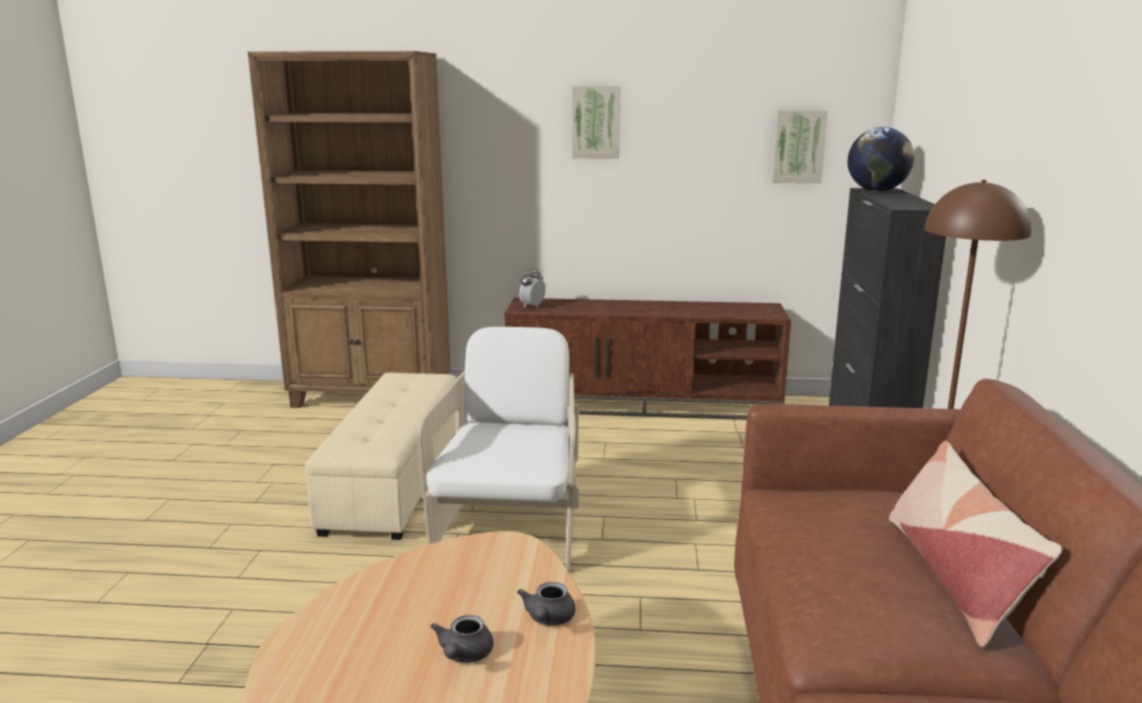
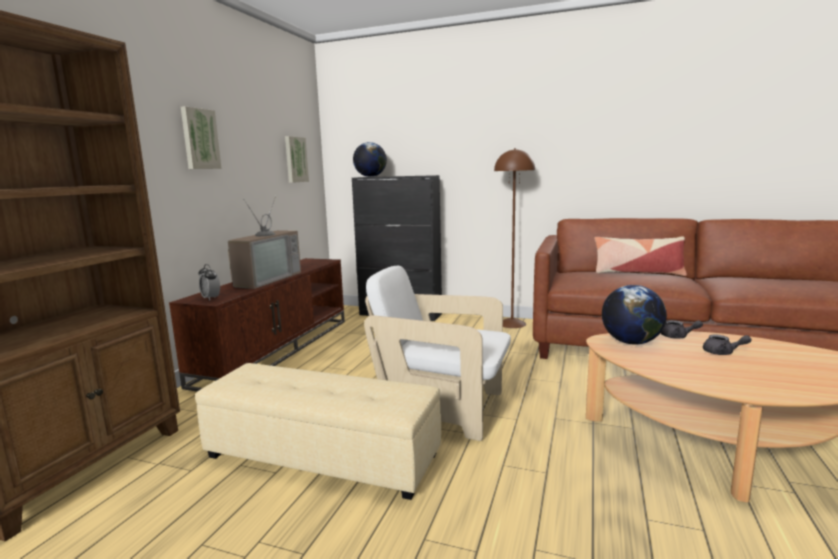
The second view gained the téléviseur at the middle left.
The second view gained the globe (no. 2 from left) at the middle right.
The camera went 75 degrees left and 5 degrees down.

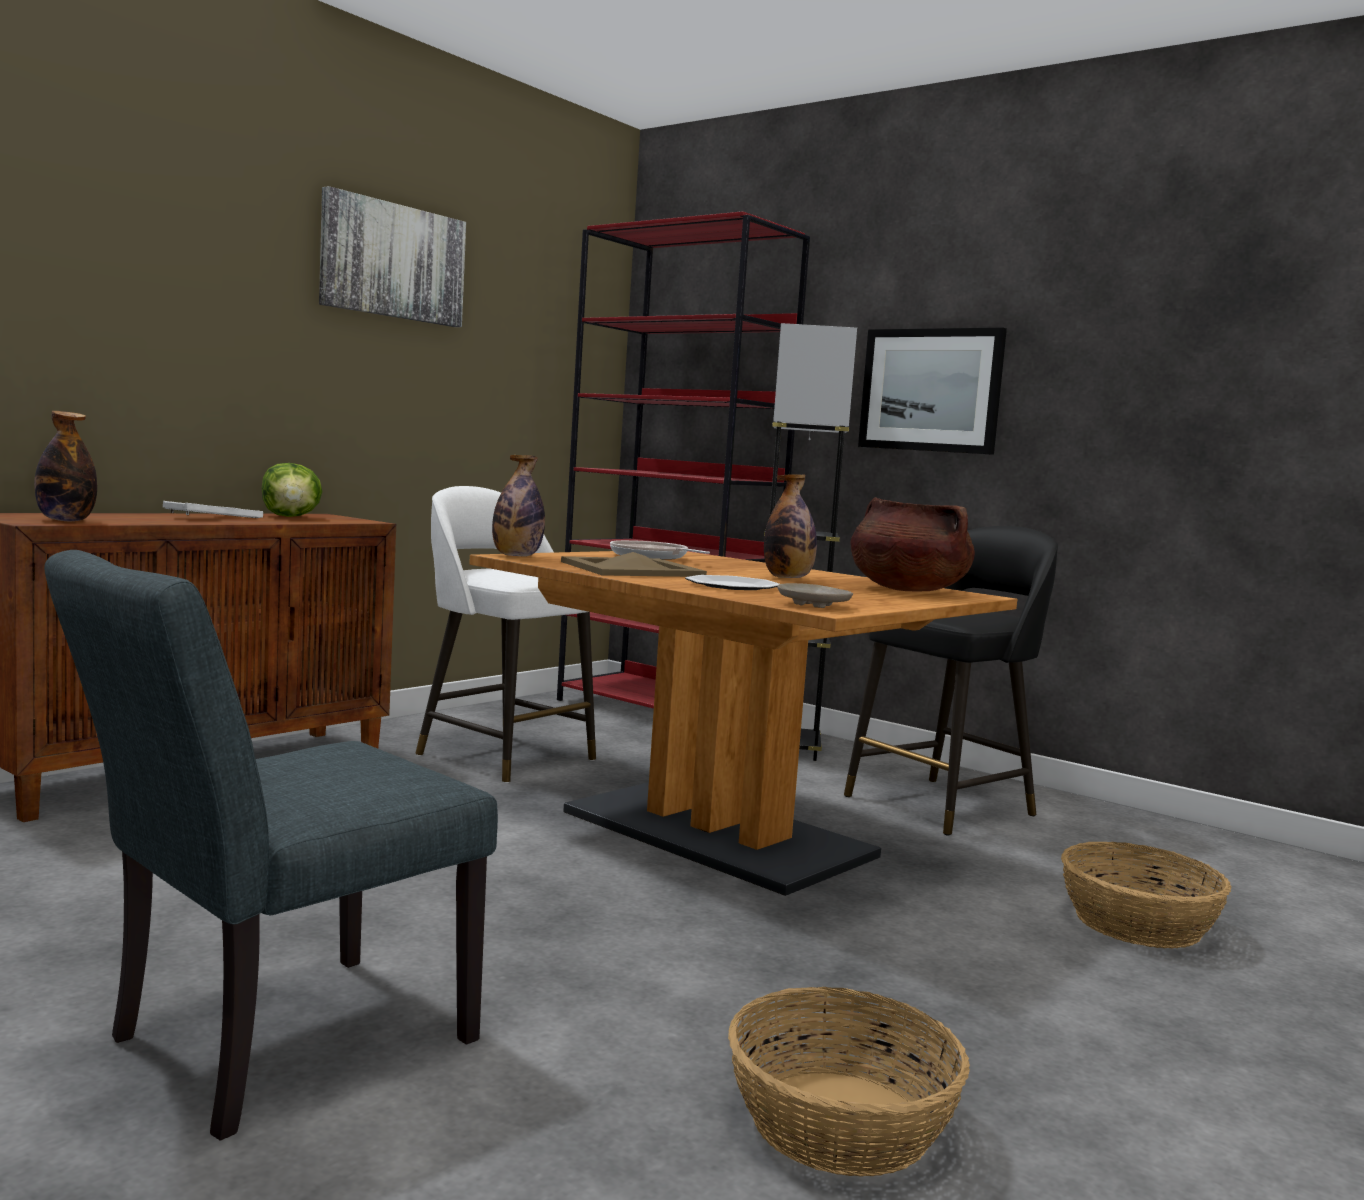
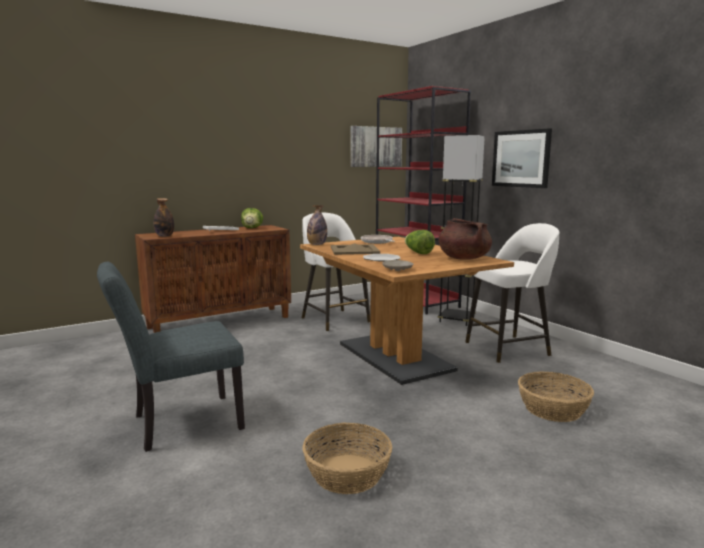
The tableau (no. 1 from left) ended up elsewhere, having gone from the top left to the top centre.
Where the bouteille (no. 3 from left) stood at the centre, the laitue (no. 2 from left) came to stand at the centre.
What was the tabouret/noir at the middle right turned into the tabouret/blanc (no. 2 from left) at the middle right.
The camera went 20 degrees right and 5 degrees up.

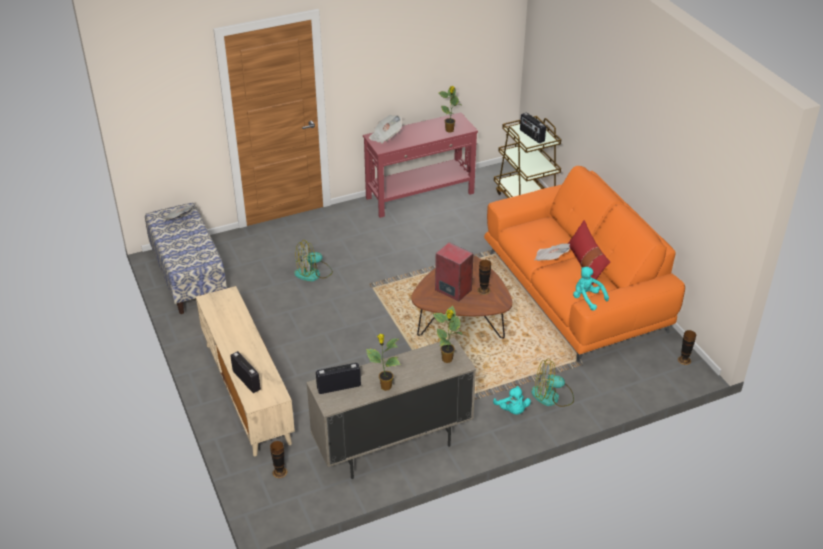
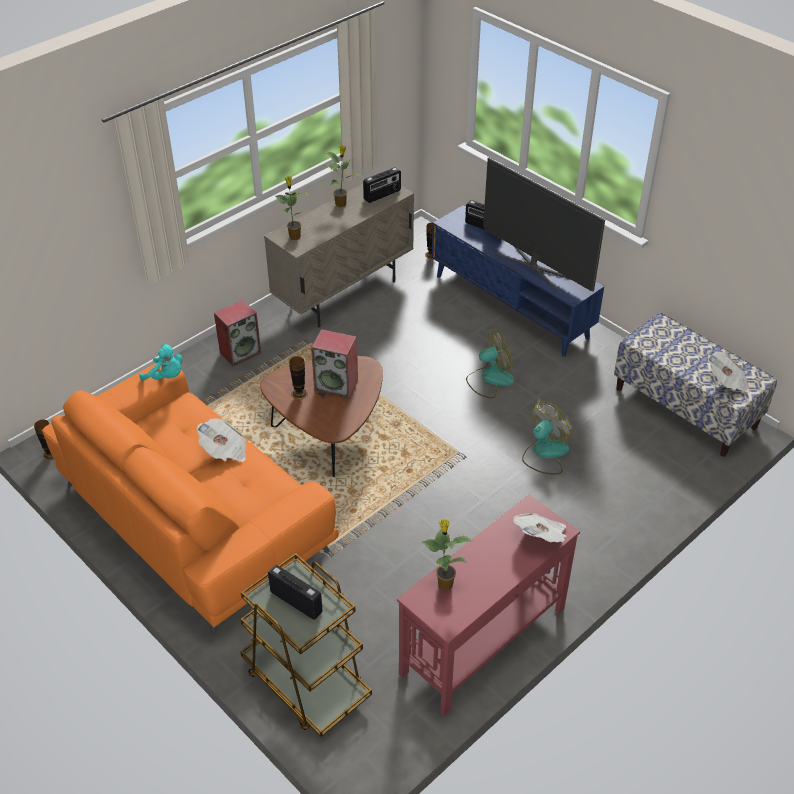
The second view lost the coussin/rouge at the middle right.
What was the meuble télé/beige at the bottom left turned into the meuble télé/bleu at the centre.
The ventilateur (no. 2 from left in the first image) ended up elsewhere, having gone from the bottom right to the centre.
Where the peluche/turquoise (no. 1 from left) stood at the bottom centre, the enceinte (no. 1 from left) came to stand at the middle left.
The second view gained the téléviseur at the top right.
The camera went 160 degrees right and 5 degrees up.

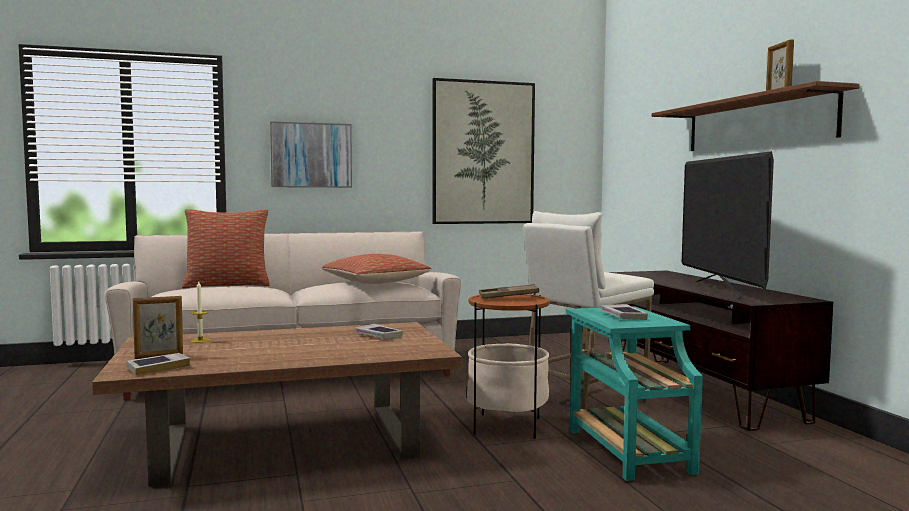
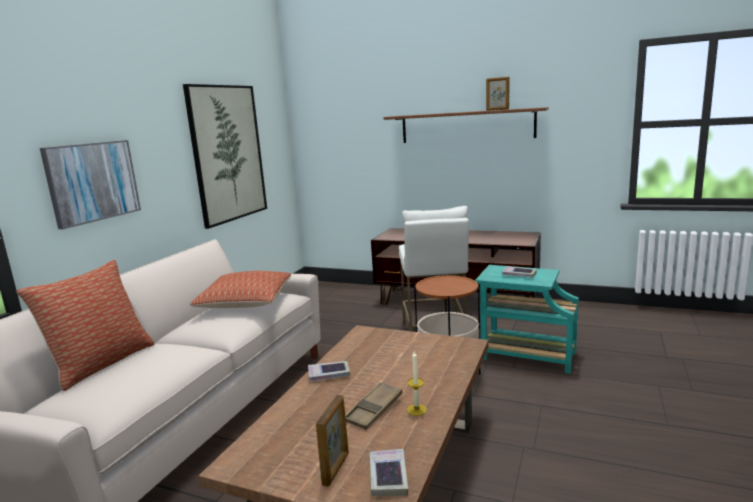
The second view lost the téléviseur at the middle right.
The bougie ended up elsewhere, having gone from the middle left to the bottom centre.
The plateau/marron ended up elsewhere, having gone from the centre to the bottom centre.
The livre (no. 2 from left in the first image) ended up elsewhere, having gone from the centre to the bottom centre.
The camera went 50 degrees left and 10 degrees up.

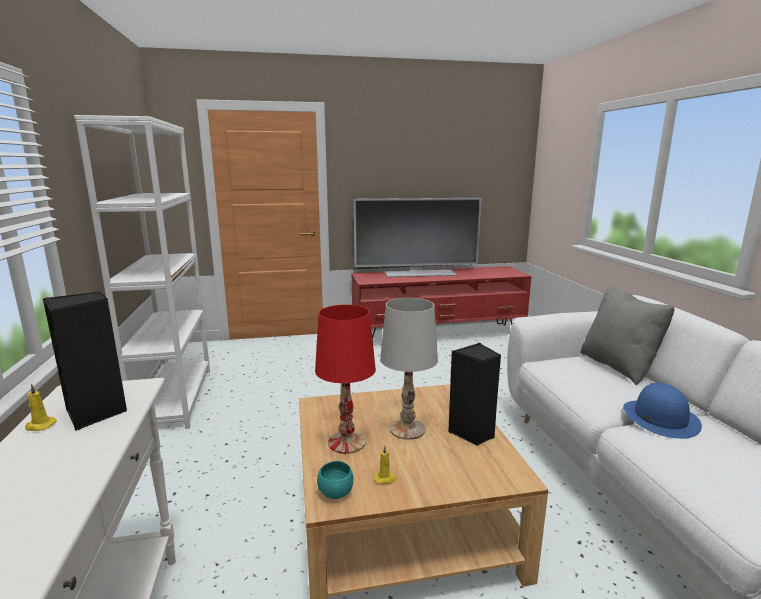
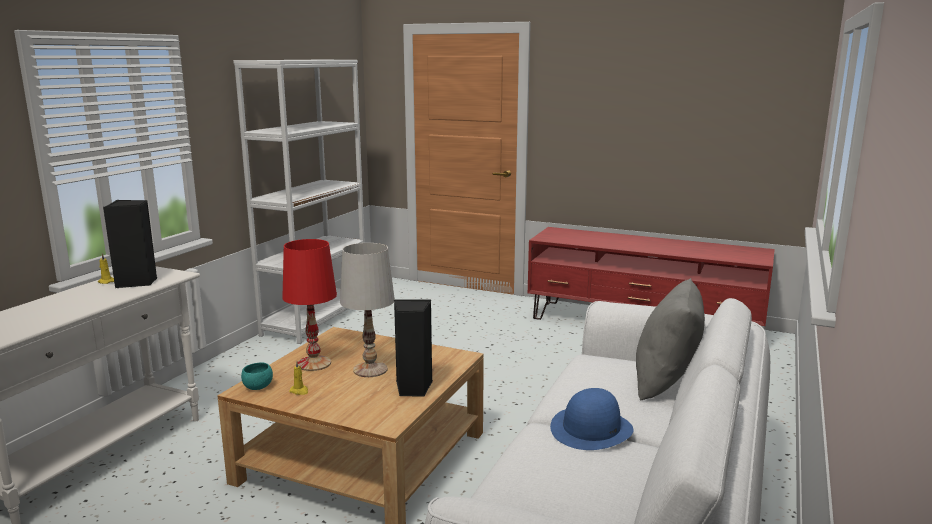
The second view lost the téléviseur at the centre.
The camera went 35 degrees right and 0 degrees up.

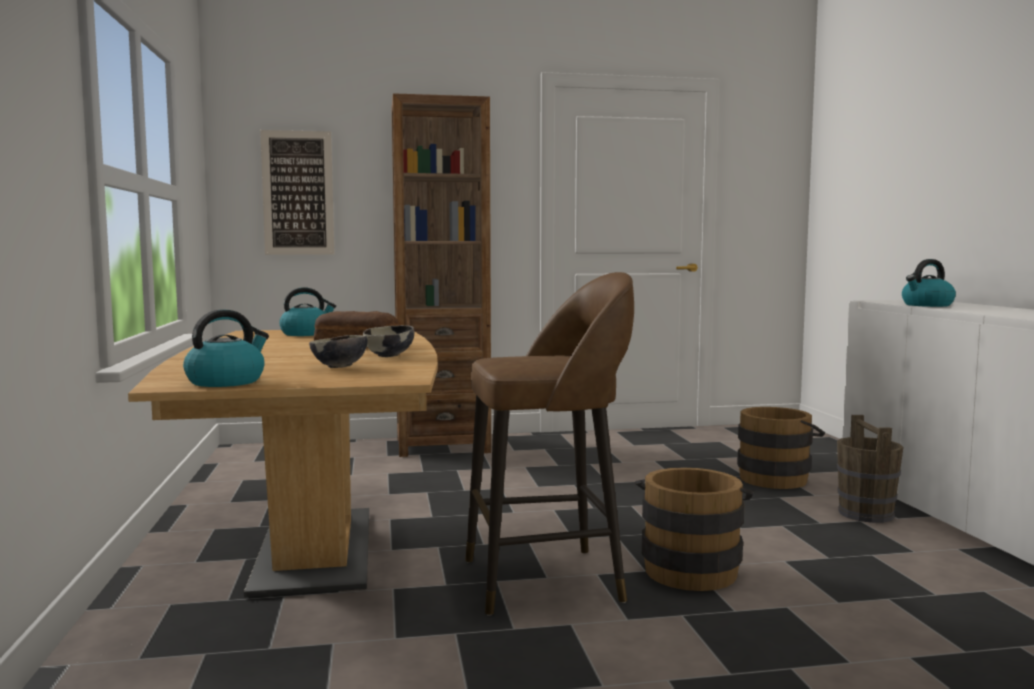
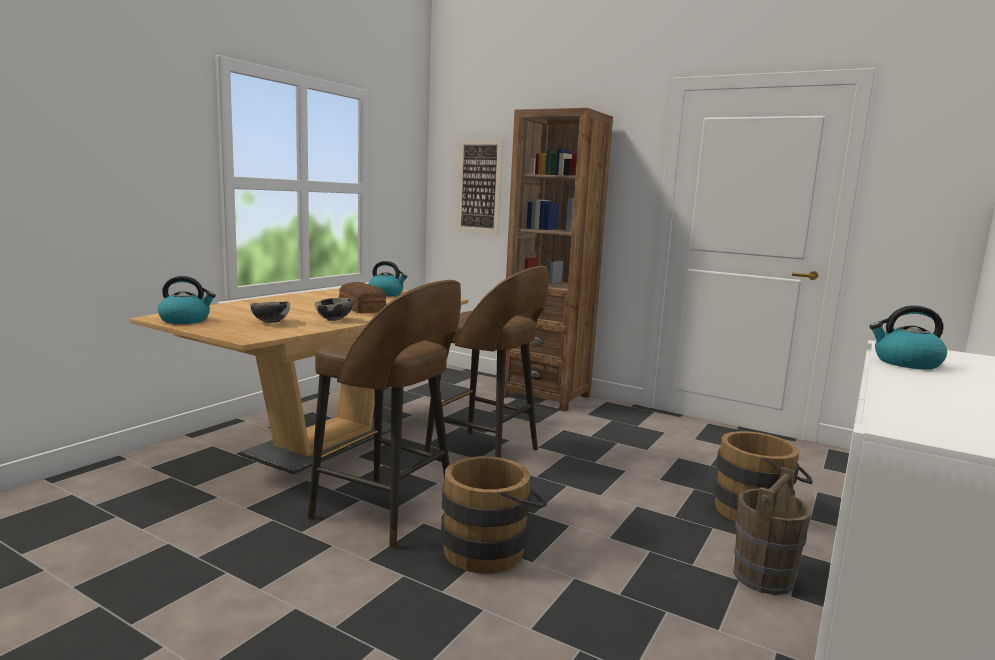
The second view gained the tabouret/marron (no. 2 from left) at the centre.
The camera went 40 degrees right and 5 degrees up.

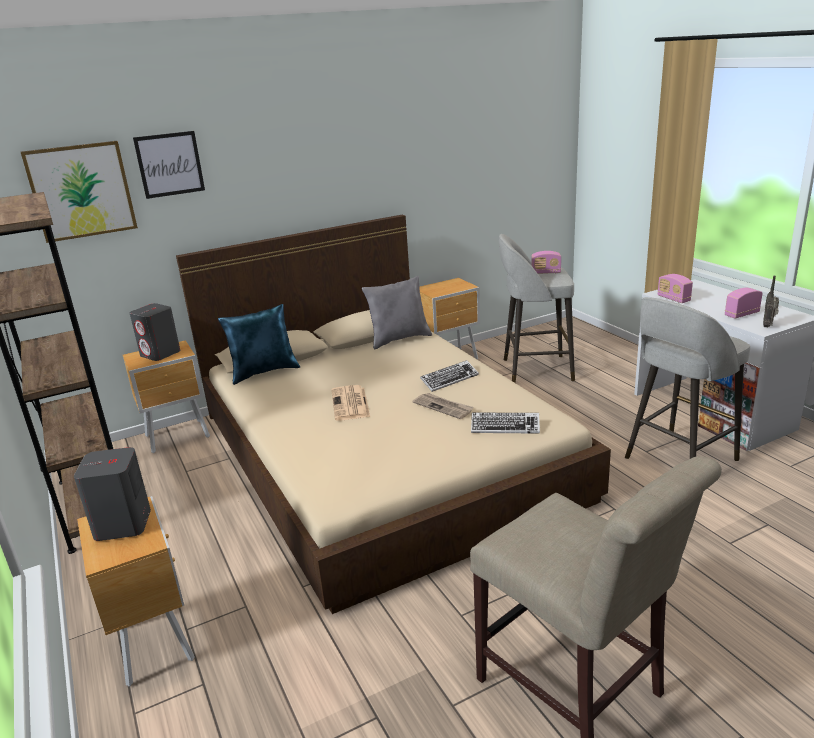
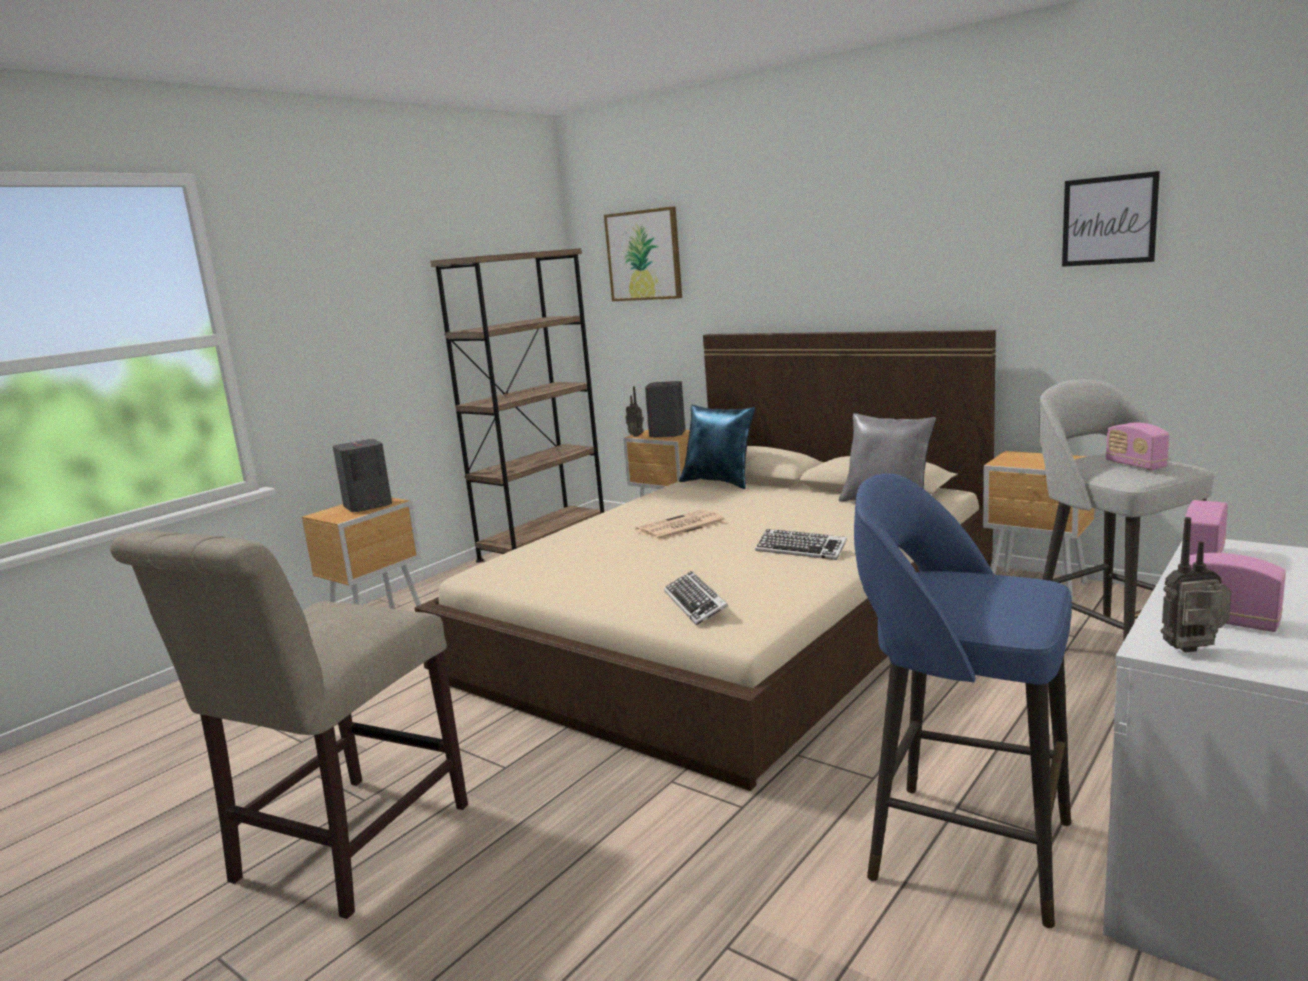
The tableau (no. 2 from left) ended up elsewhere, having gone from the top left to the top right.
What was the tabouret/gris (no. 2 from left) at the middle right turned into the tabouret/bleu at the bottom right.
The second view lost the journal (no. 2 from left) at the centre.
The second view gained the radio (no. 1 from left) at the centre.
The camera went 65 degrees right and 10 degrees down.

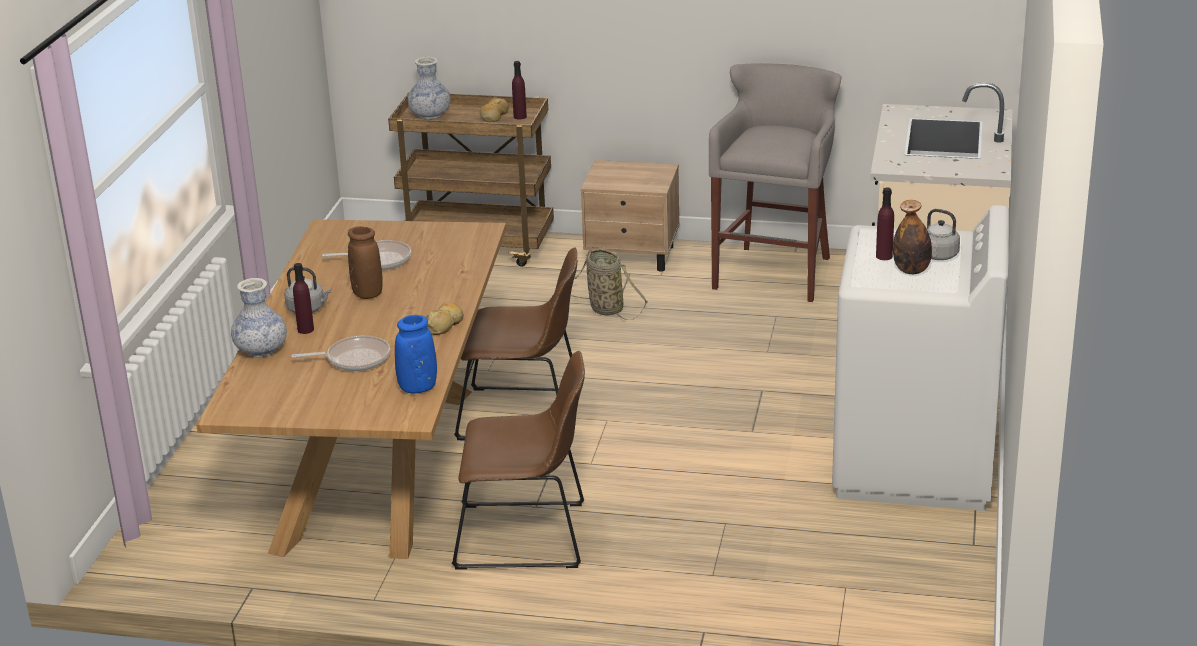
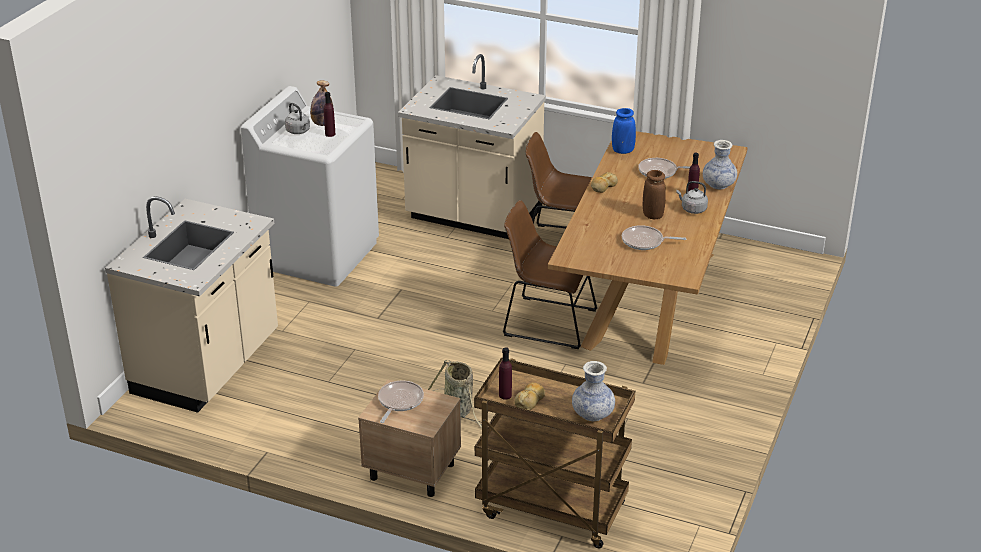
The second view lost the tabouret/gris at the top centre.
The second view gained the comptoir de cuisine/beige (no. 2 from left) at the top centre.
The second view gained the poêle (no. 1 from left) at the bottom centre.
The camera went 170 degrees left and 5 degrees up.

